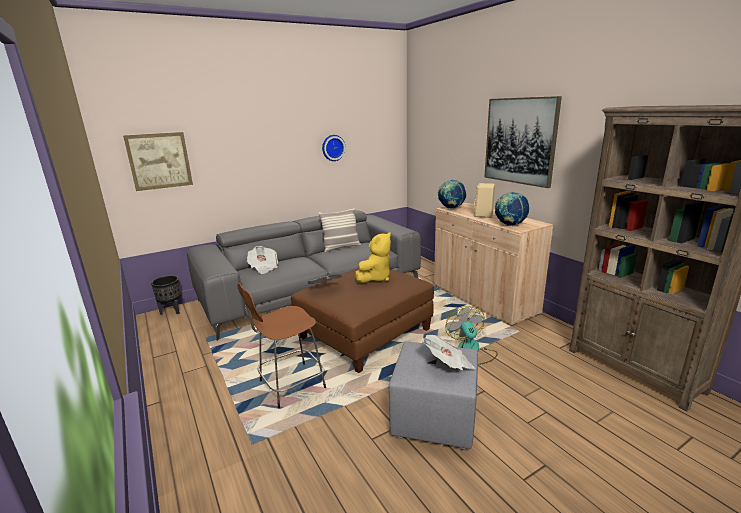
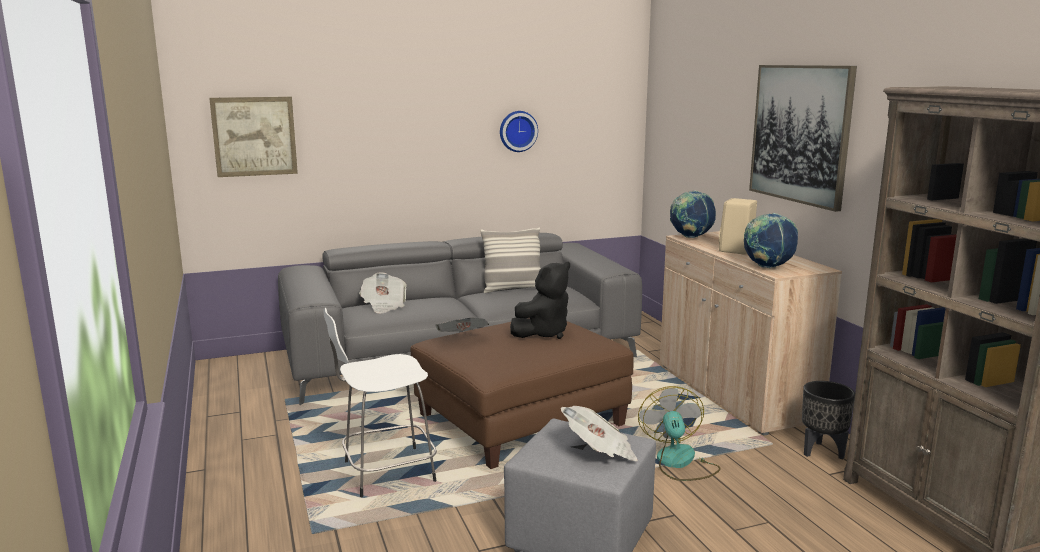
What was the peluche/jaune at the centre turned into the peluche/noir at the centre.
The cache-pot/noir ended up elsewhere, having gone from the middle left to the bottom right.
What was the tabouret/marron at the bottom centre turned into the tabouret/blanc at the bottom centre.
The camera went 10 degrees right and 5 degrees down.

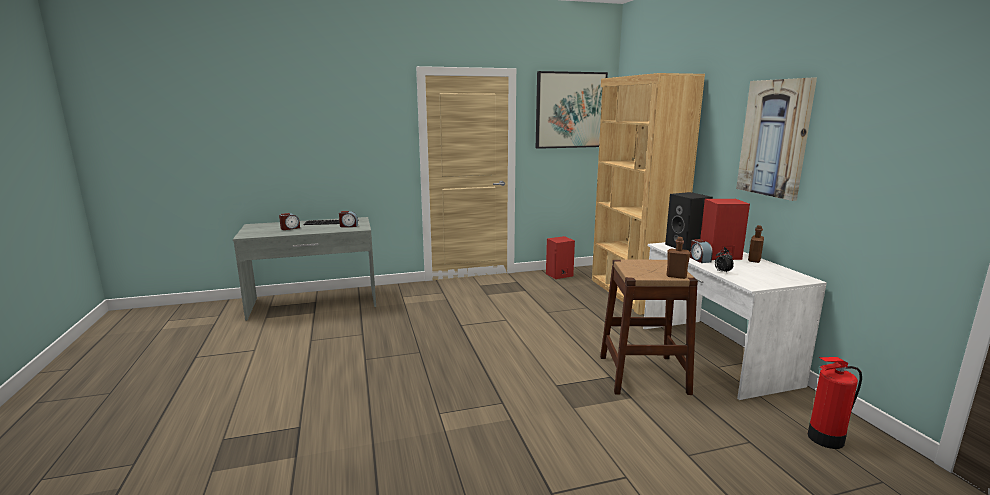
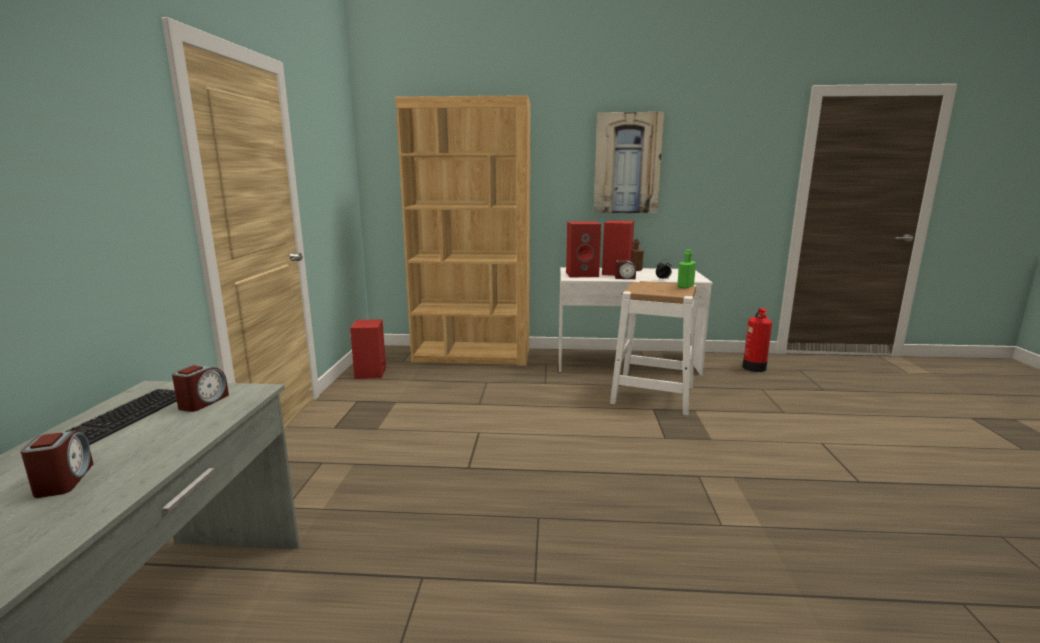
The second view lost the tableau (no. 1 from left) at the top centre.
What was the enceinte/noir at the middle right turned into the enceinte/rouge (no. 2 from left) at the centre.
What was the bouteille/marron (no. 1 from left) at the middle right turned into the bouteille/vert at the centre.
What was the tabouret/marron at the centre turned into the tabouret/blanc at the centre.
The camera went 70 degrees left and 0 degrees up.

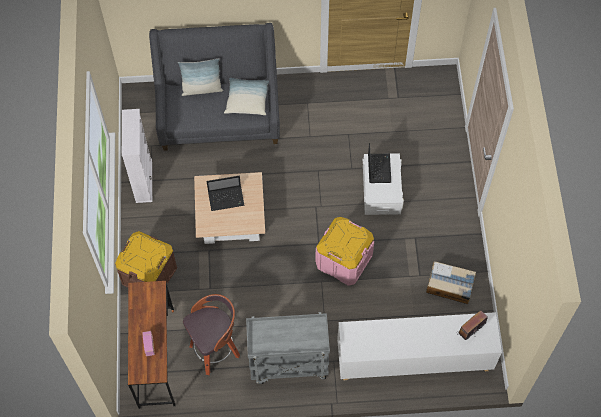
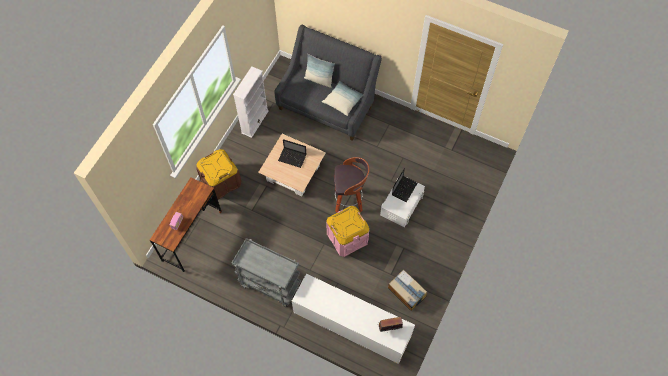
The tabouret ended up elsewhere, having gone from the bottom centre to the centre.
The camera went 30 degrees right and 0 degrees up.

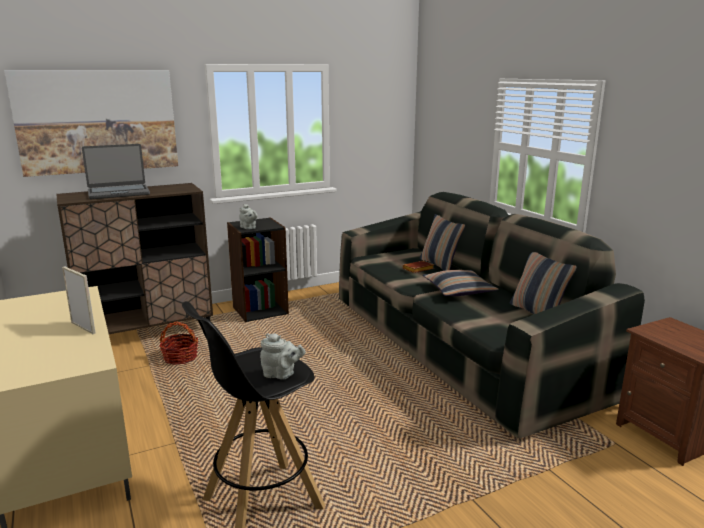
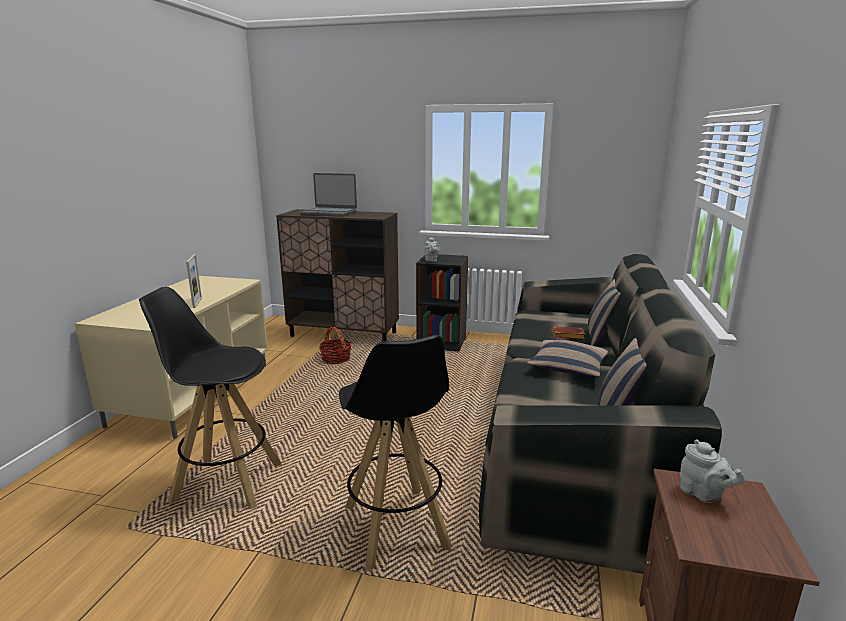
The second view lost the tableau at the top left.
The théière/gris (no. 2 from left) ended up elsewhere, having gone from the bottom centre to the bottom right.
The second view gained the tabouret/noir (no. 2 from left) at the bottom centre.
The camera went 40 degrees right and 0 degrees up.

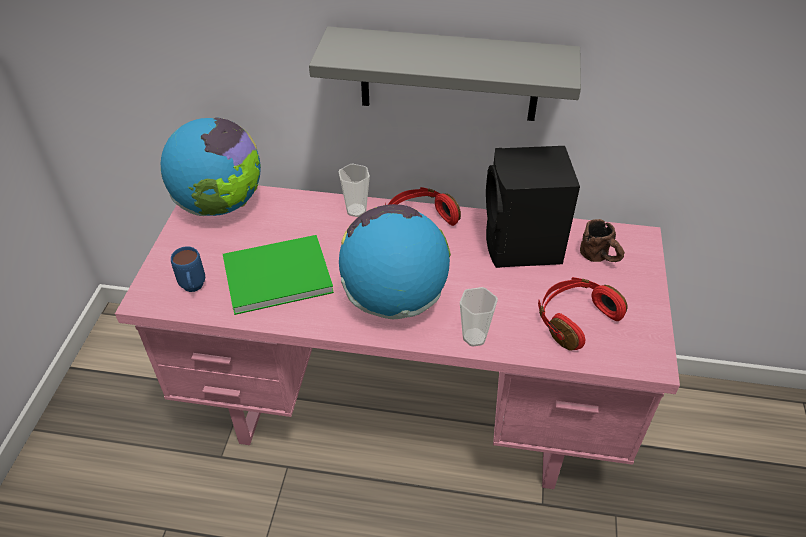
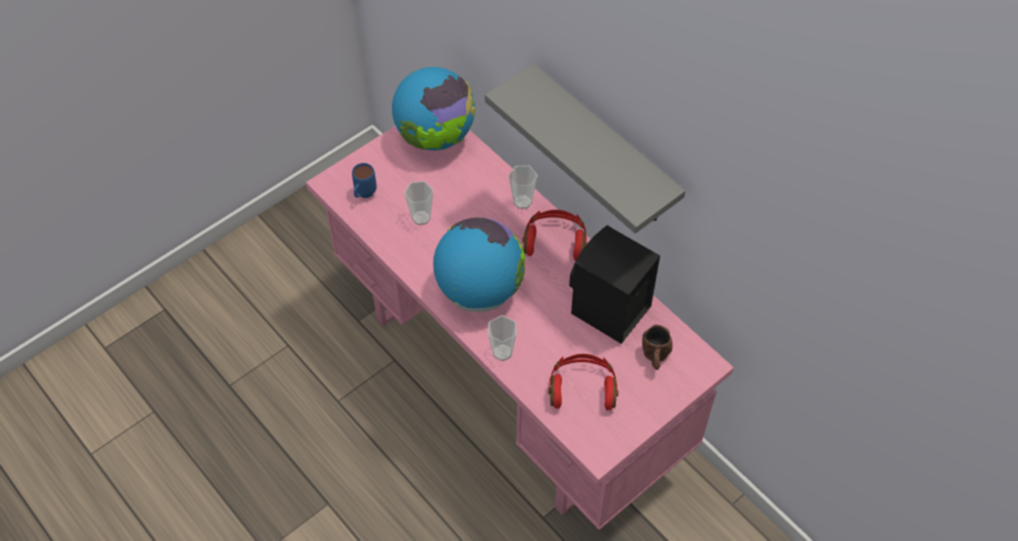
Where the livre/vert stood at the centre, the tasse (no. 1 from left) came to stand at the centre.
The camera went 40 degrees right and 10 degrees up.

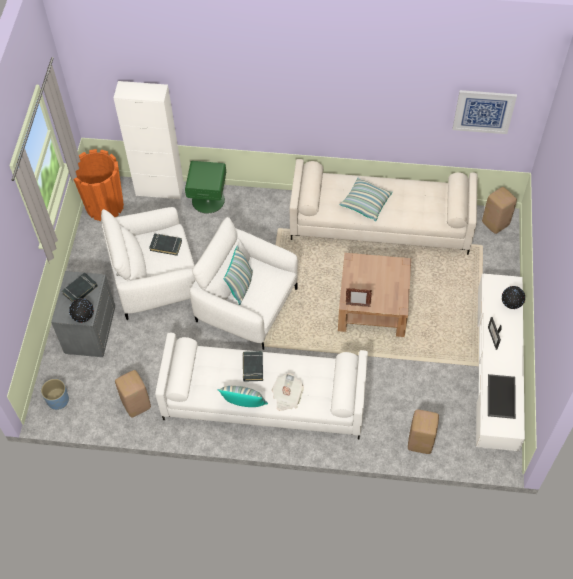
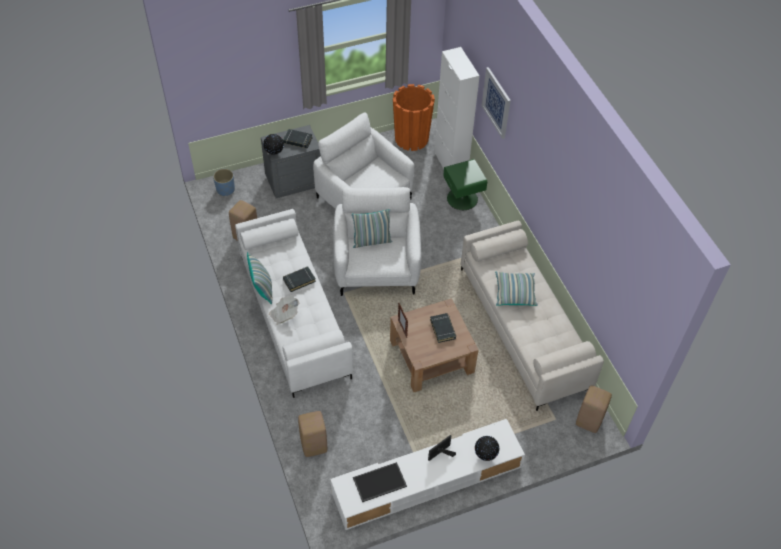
The tableau ended up elsewhere, having gone from the top right to the top centre.
The livre/noir (no. 2 from left in the first image) ended up elsewhere, having gone from the middle left to the centre.
The camera went 60 degrees right and 5 degrees down.

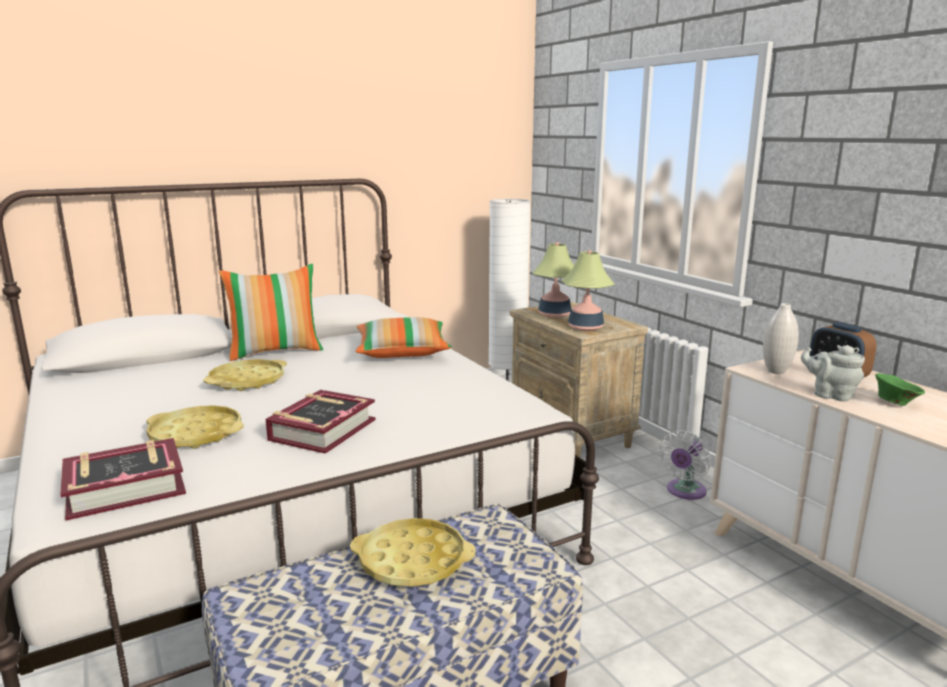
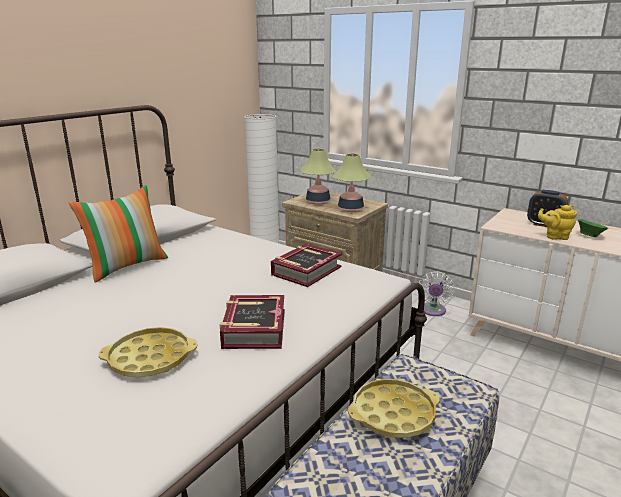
The second view lost the vase/blanc at the middle right.
The second view lost the coussin (no. 2 from left) at the centre.
What was the théière/gris at the middle right turned into the théière/jaune at the middle right.
The second view lost the plateau/jaune (no. 2 from left) at the middle left.
The livre (no. 1 from left in the first image) ended up elsewhere, having gone from the bottom left to the centre.
The camera went 25 degrees left and 5 degrees up.

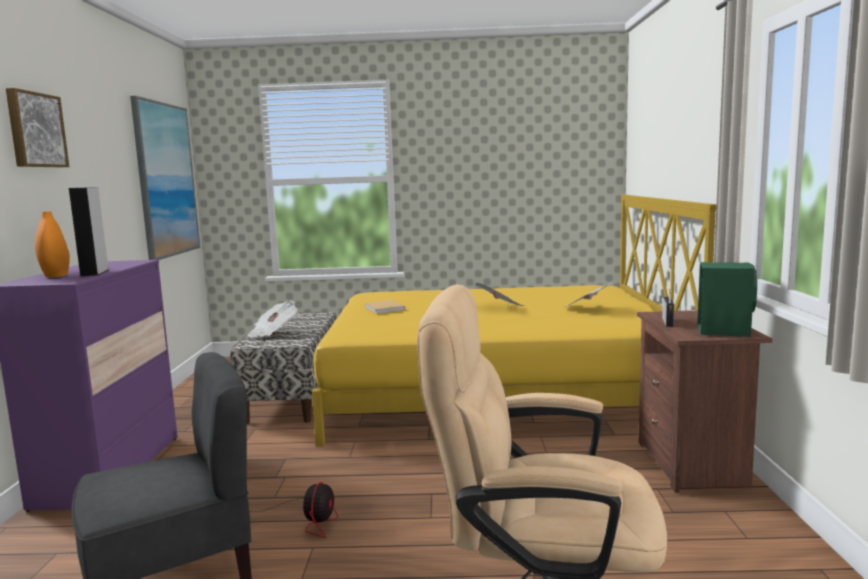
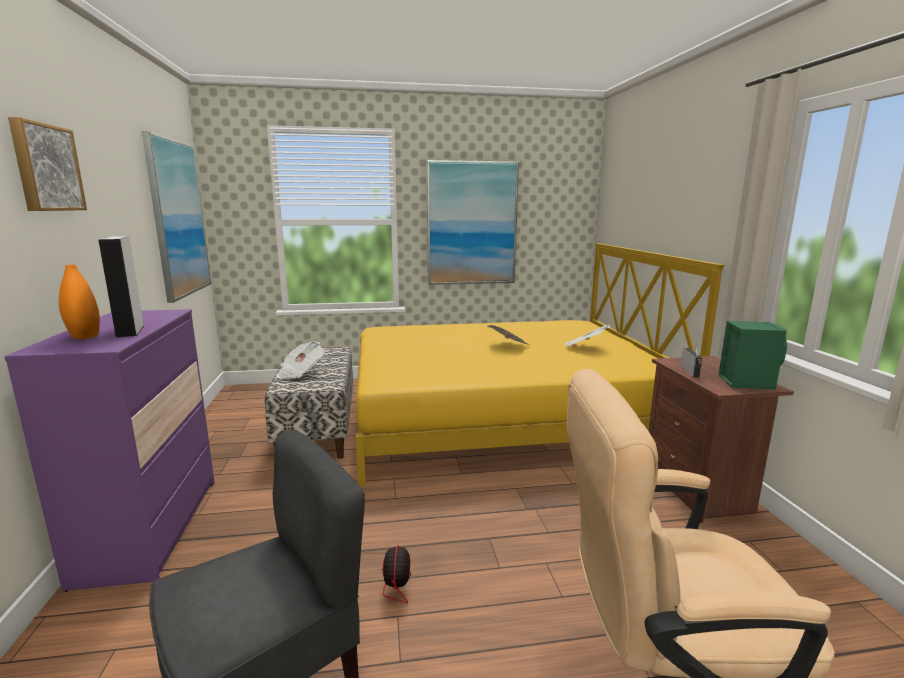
The second view lost the livre/beige at the centre.
The second view gained the tableau (no. 3 from left) at the top centre.
The camera went 10 degrees left and 5 degrees up.

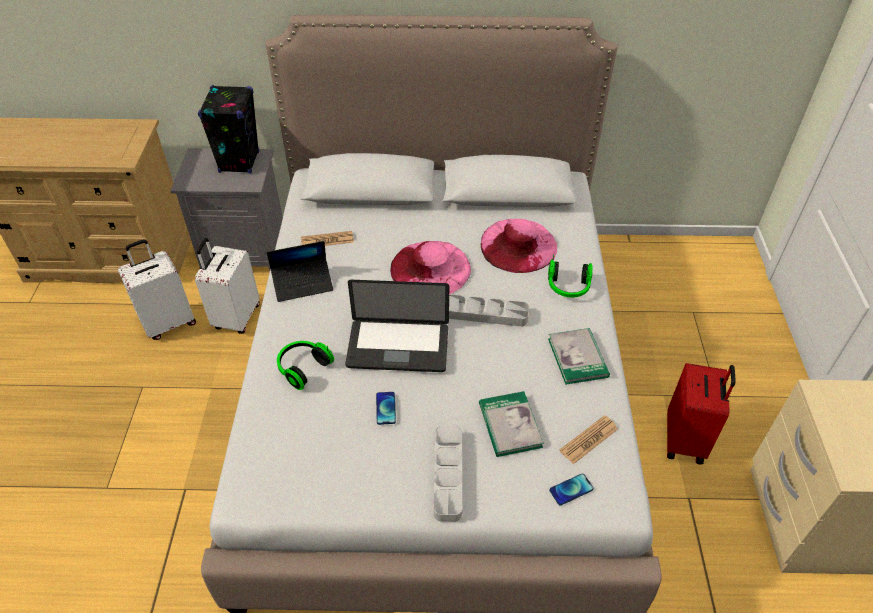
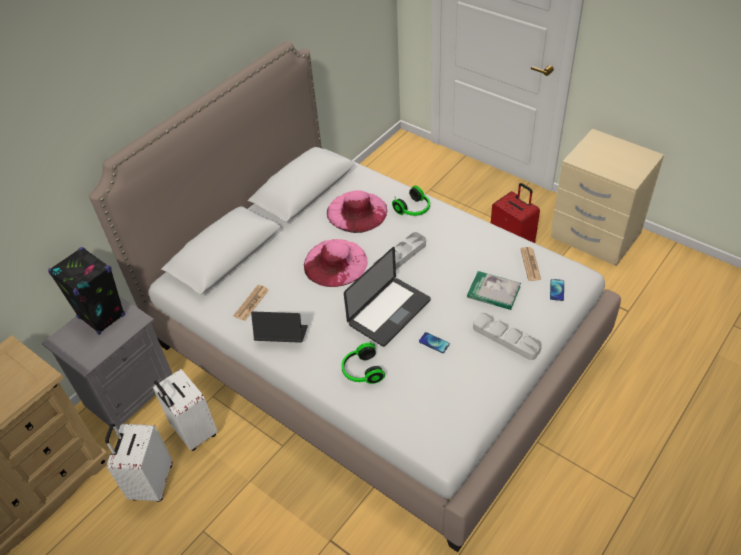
The ordinateur portable (no. 1 from left) at the centre ended up facing another way, 105 degrees counterclockwise from before.
The second view lost the livre (no. 2 from left) at the centre.
The camera went 50 degrees left and 0 degrees up.

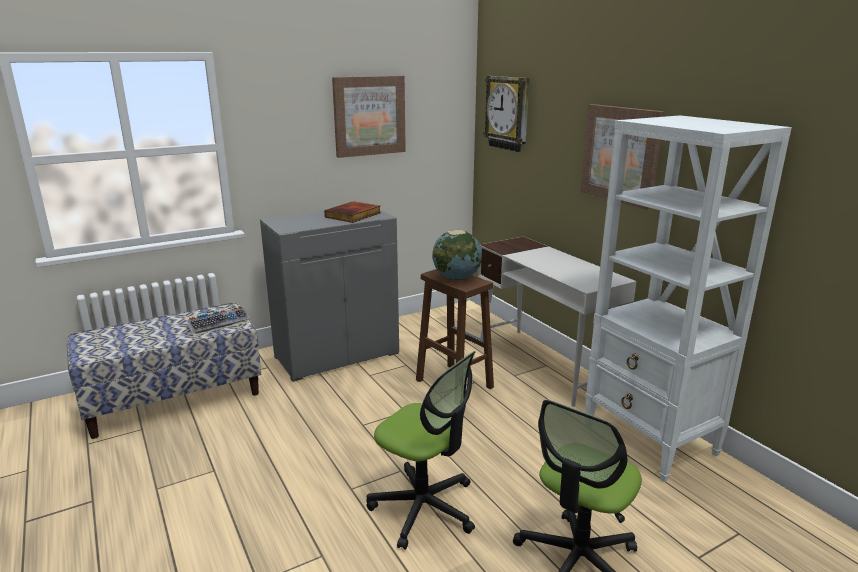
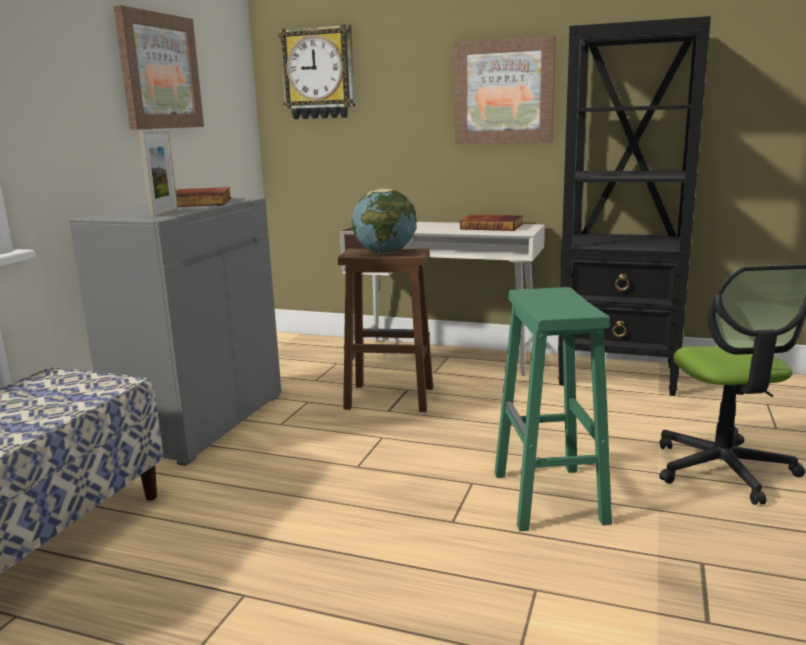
What was the bibliothèque/blanc at the middle right turned into the bibliothèque/noir at the top right.
The second view lost the clavier at the middle left.
Where the chaise de bureau (no. 1 from left) stood at the bottom centre, the tabouret/vert came to stand at the middle right.
The second view gained the cadre photo at the top left.
The second view gained the livre (no. 2 from left) at the centre.
The camera went 40 degrees left and 5 degrees down.

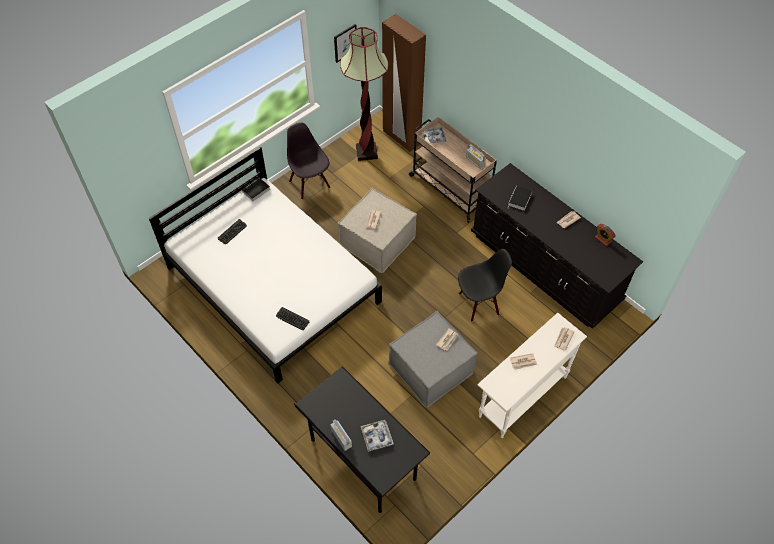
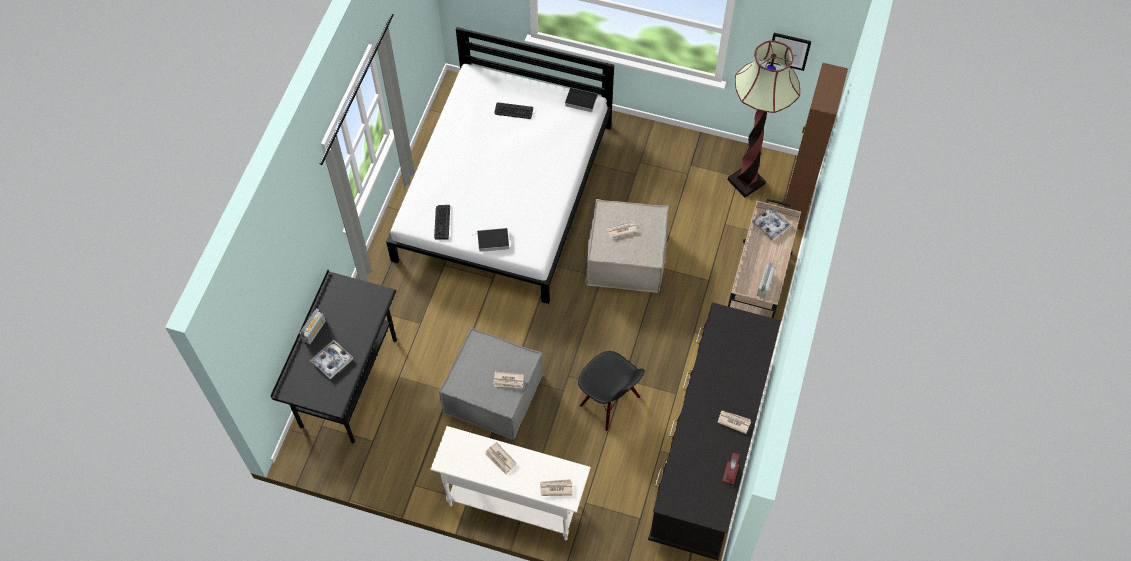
The second view lost the chaise/noir (no. 1 from left) at the top centre.
The livre (no. 2 from left in the first image) ended up elsewhere, having gone from the middle right to the centre.
The camera went 60 degrees right and 5 degrees up.

